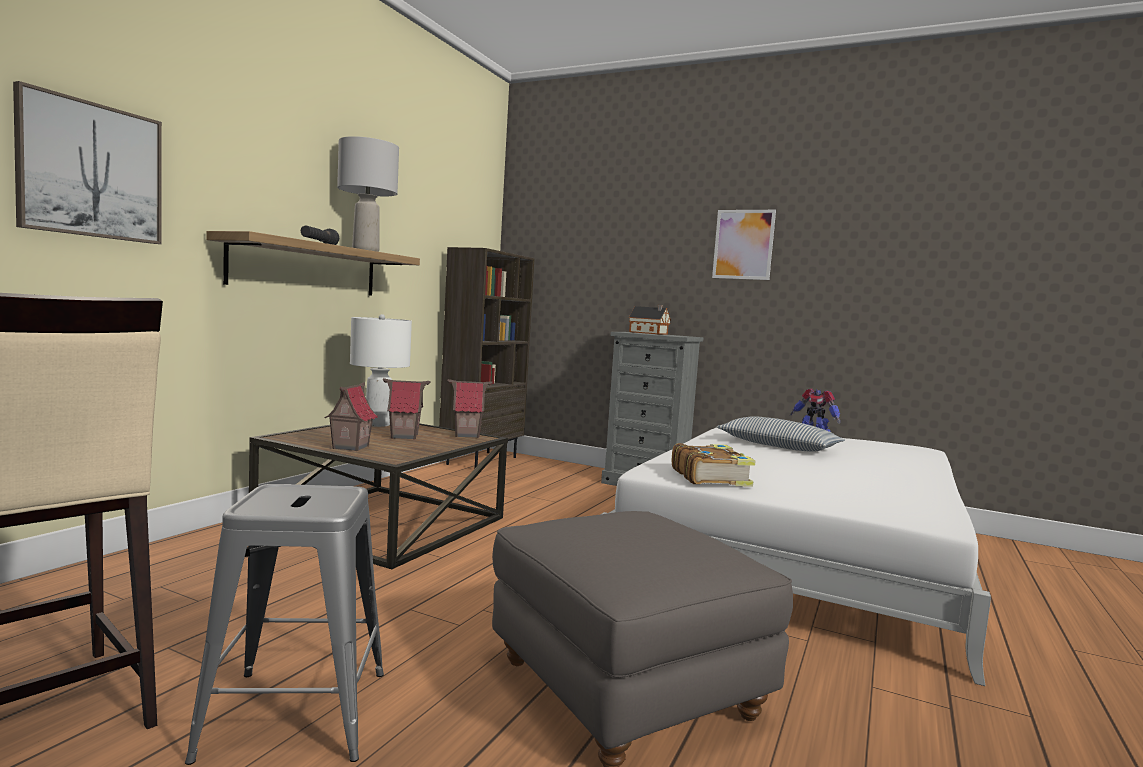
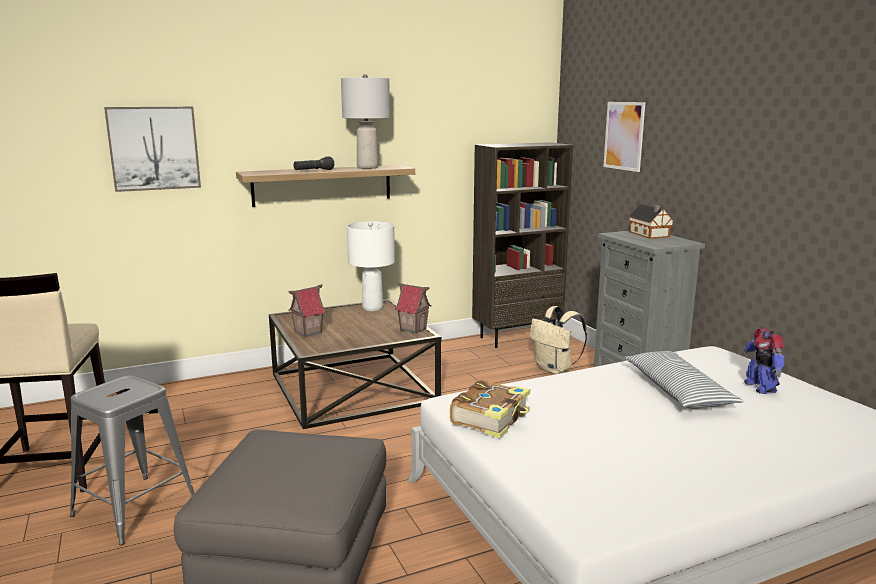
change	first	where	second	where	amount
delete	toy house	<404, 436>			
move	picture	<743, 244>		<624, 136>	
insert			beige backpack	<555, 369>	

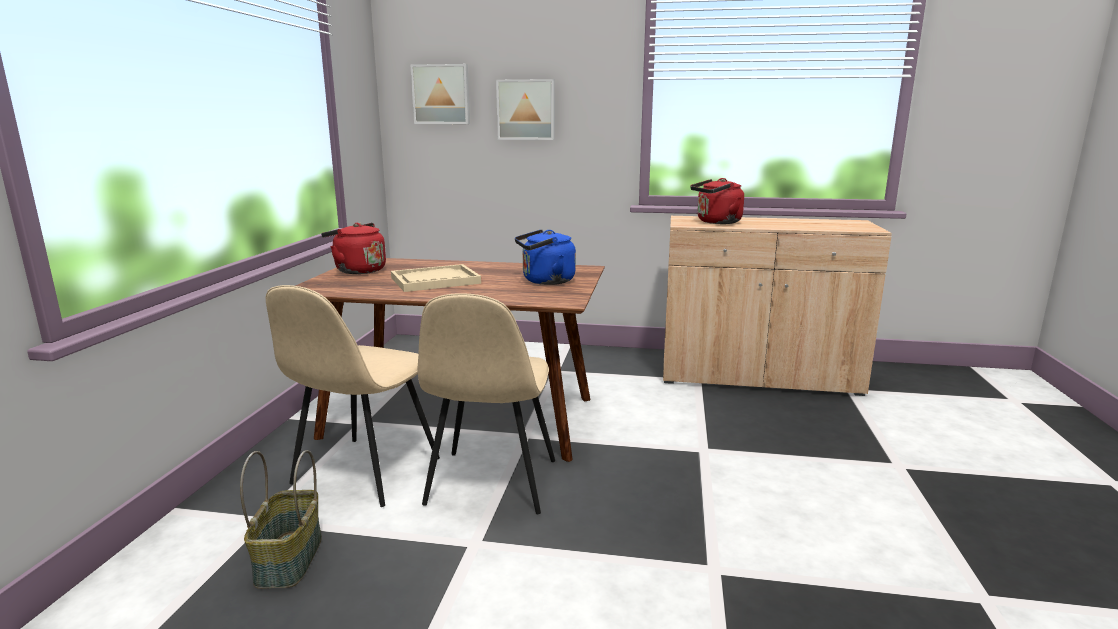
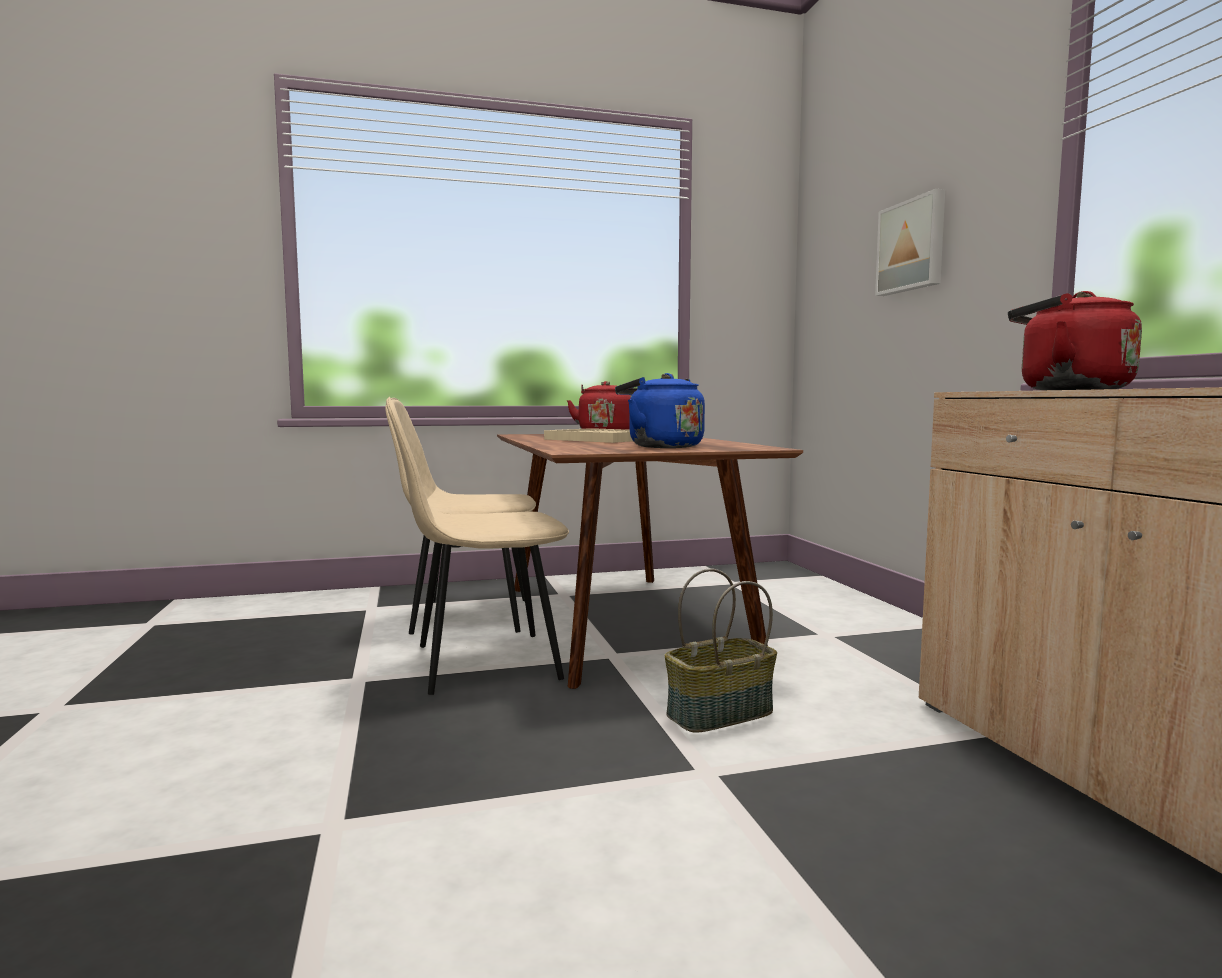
change	first	where	second	where	amount
move	basket	<290, 560>		<720, 714>	
delete	picture	<441, 94>			

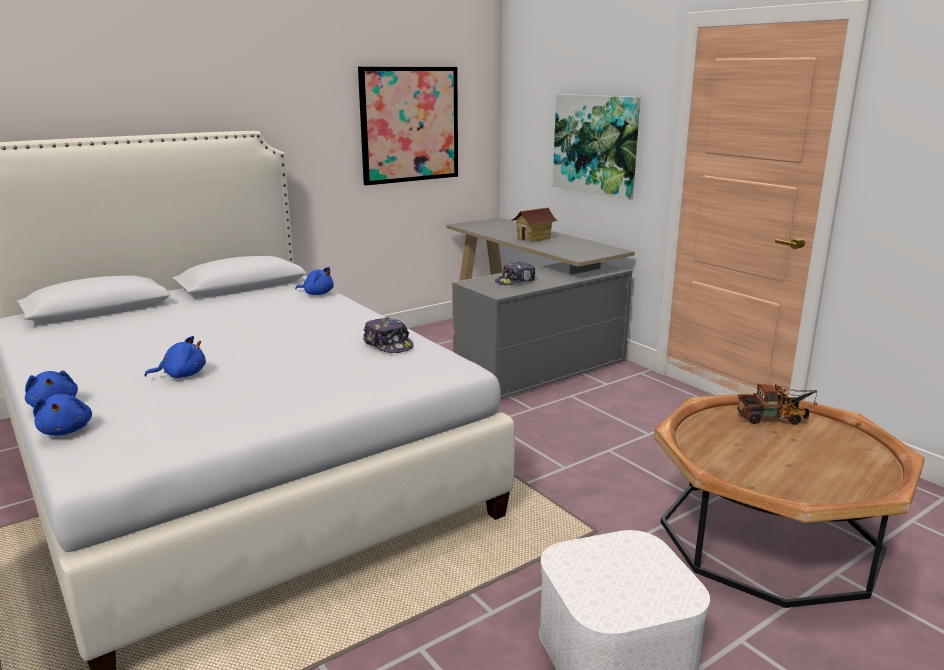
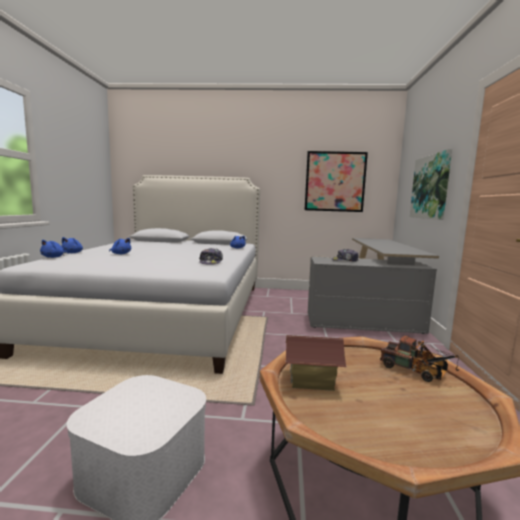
change	first	where	second	where	amount
move	toy house	<534, 238>		<312, 380>	

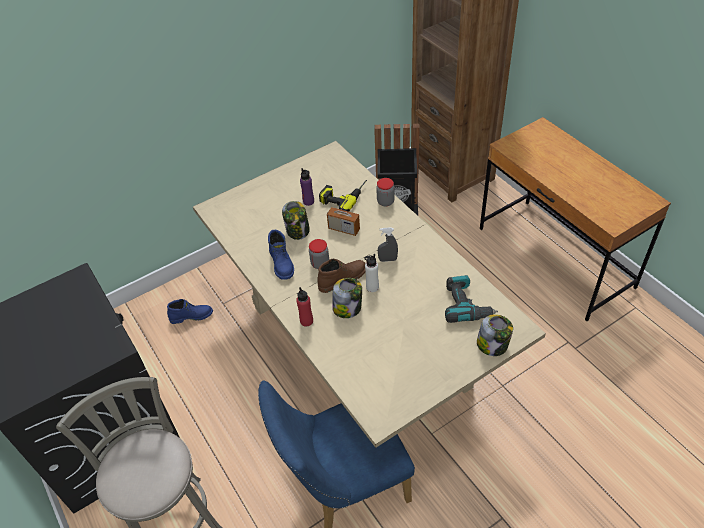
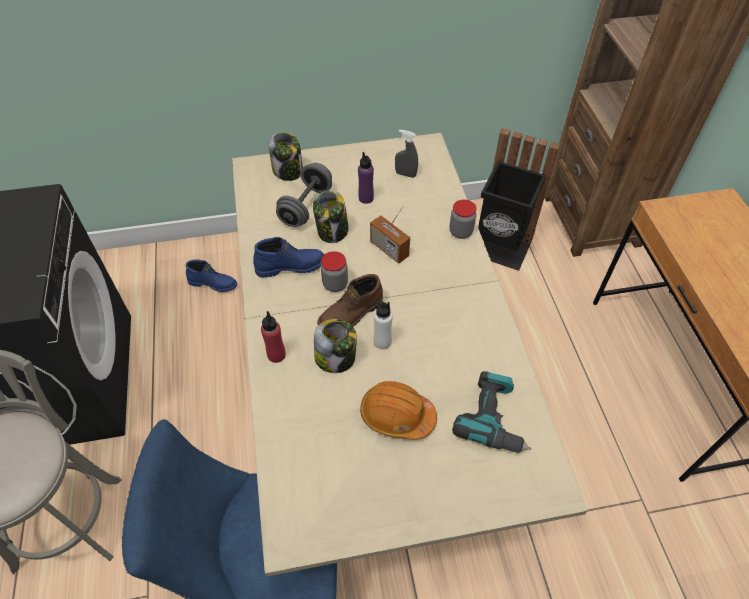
change	first	where	second	where	amount
rotate	blue boot	<282, 263>		<291, 266>	105 degrees counterclockwise
rotate	brown boot	<342, 278>		<351, 314>	150 degrees clockwise
delete	power drill	<343, 195>			
move	grey spray bottle	<387, 259>		<405, 174>	
move	jar	<493, 345>		<288, 171>	
insert			grey dumbbell	<306, 206>	
insert			orange hard hat	<397, 415>	

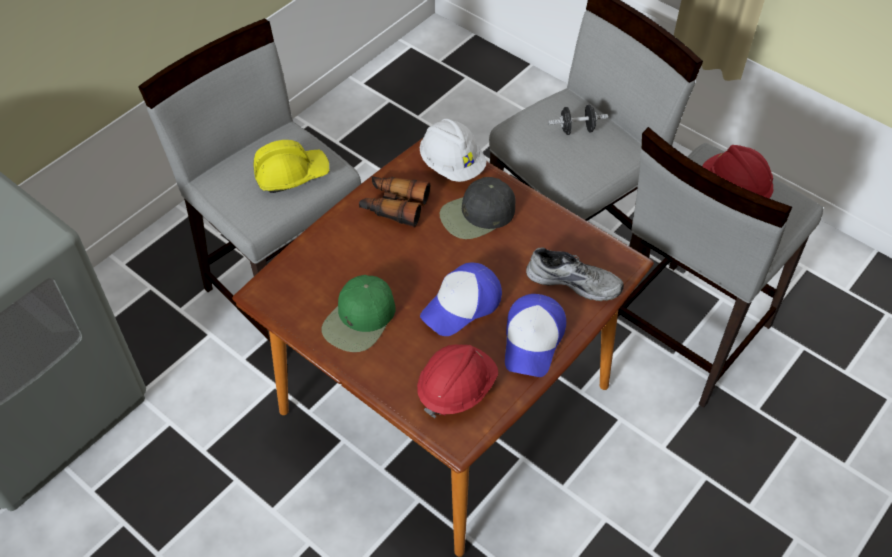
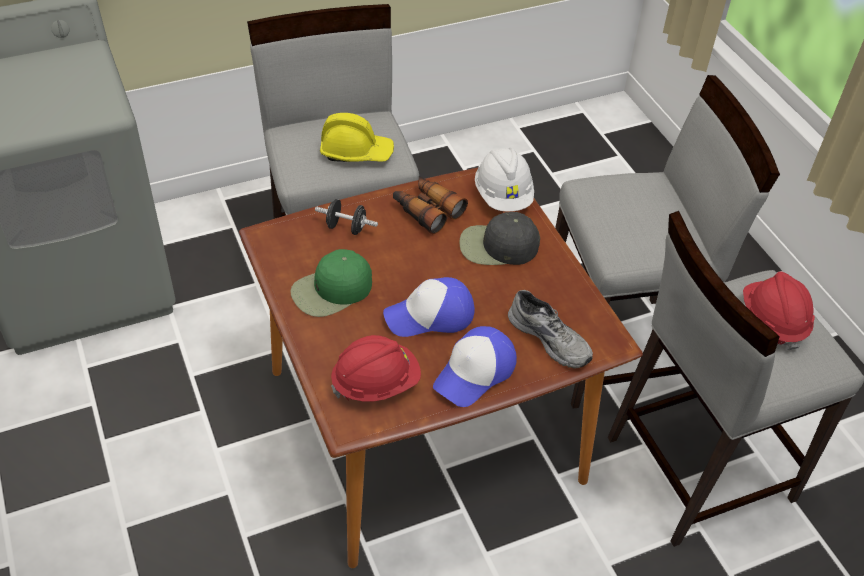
change	first	where	second	where	amount
move	black dumbbell	<576, 129>		<346, 228>	

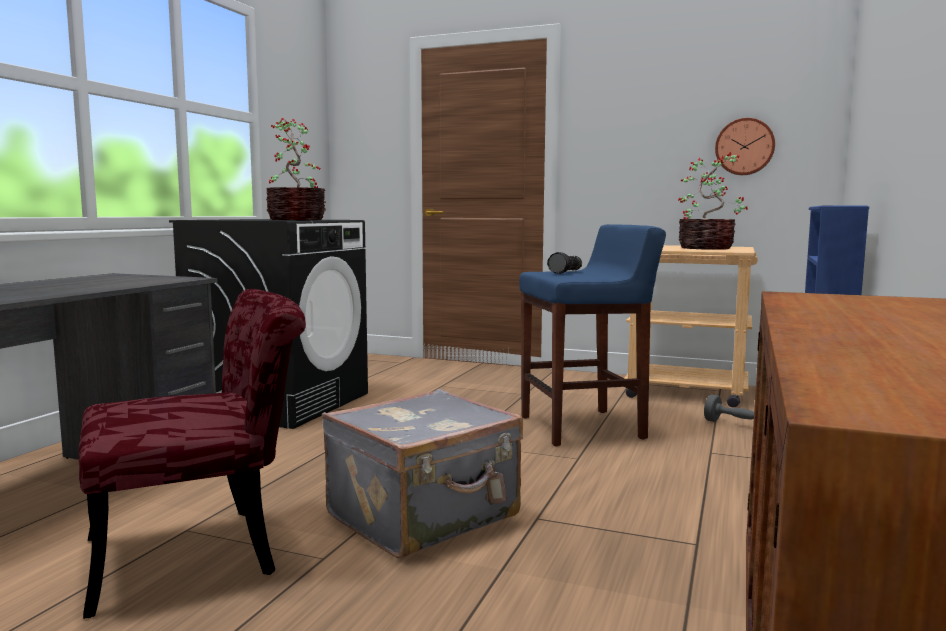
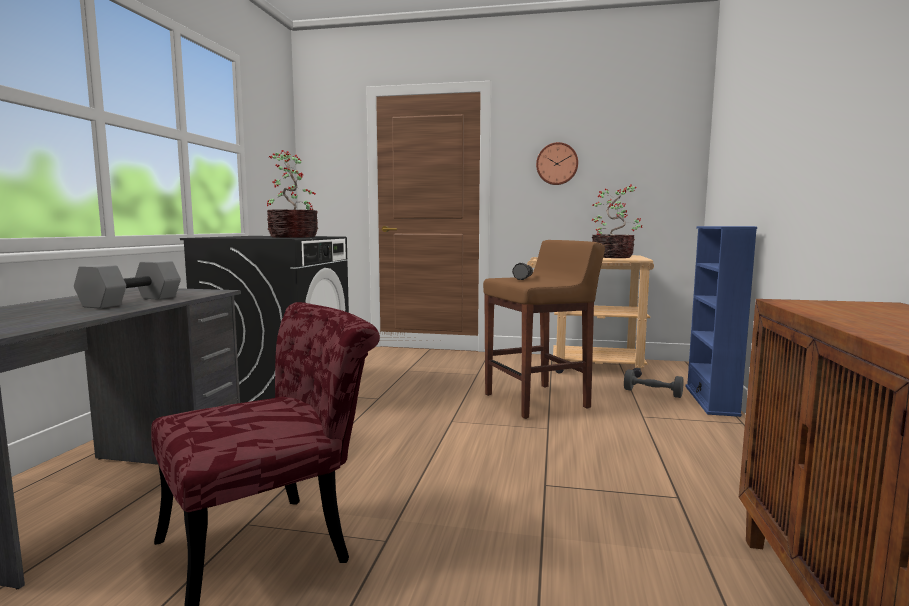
change	first	where	second	where	amount
delete	grey suitcase	<425, 517>			
recolor	blue stool	<584, 427>	brown stool	<538, 401>	
move	wall clock	<744, 147>		<557, 164>	
insert			grey dumbbell	<132, 302>	

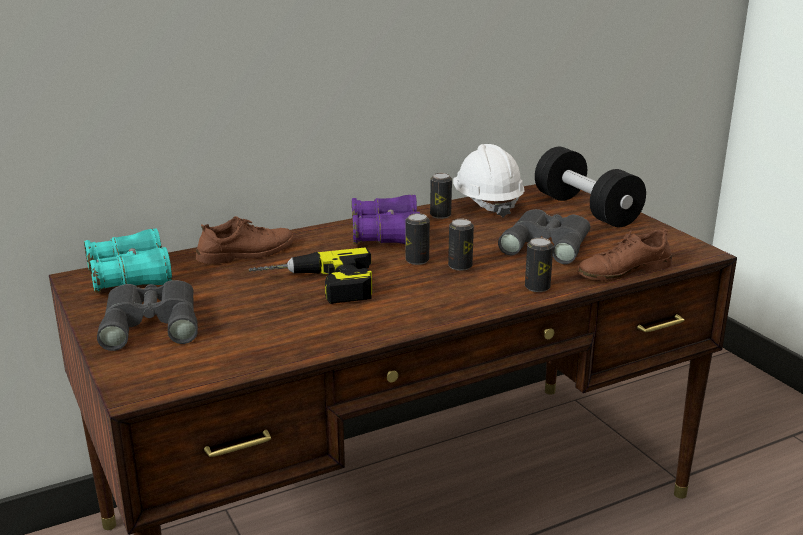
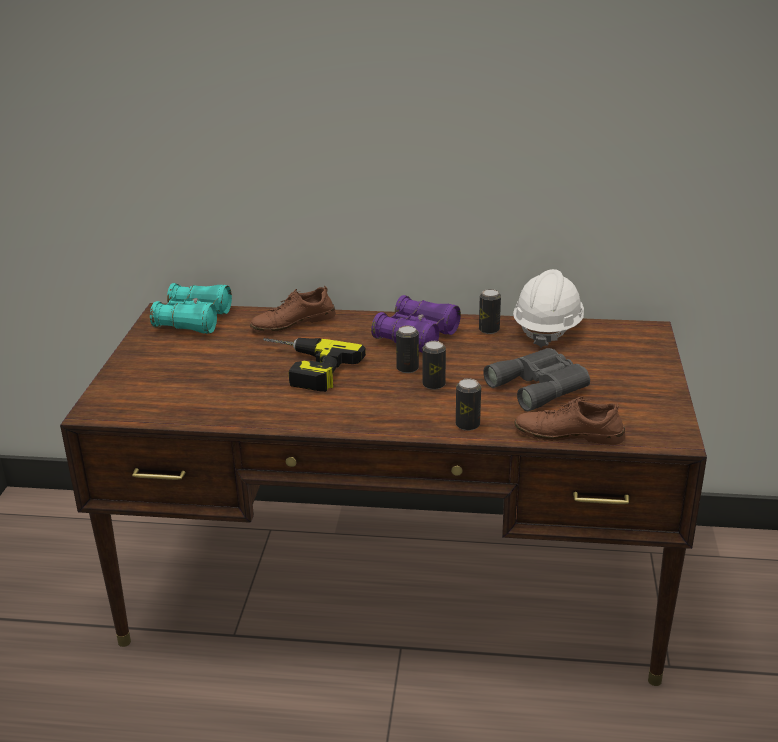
change	first	where	second	where	amount
delete	grey binoculars	<152, 322>			
rotate	brown shoe	<246, 253>		<293, 322>	150 degrees clockwise
delete	black dumbbell	<586, 210>			

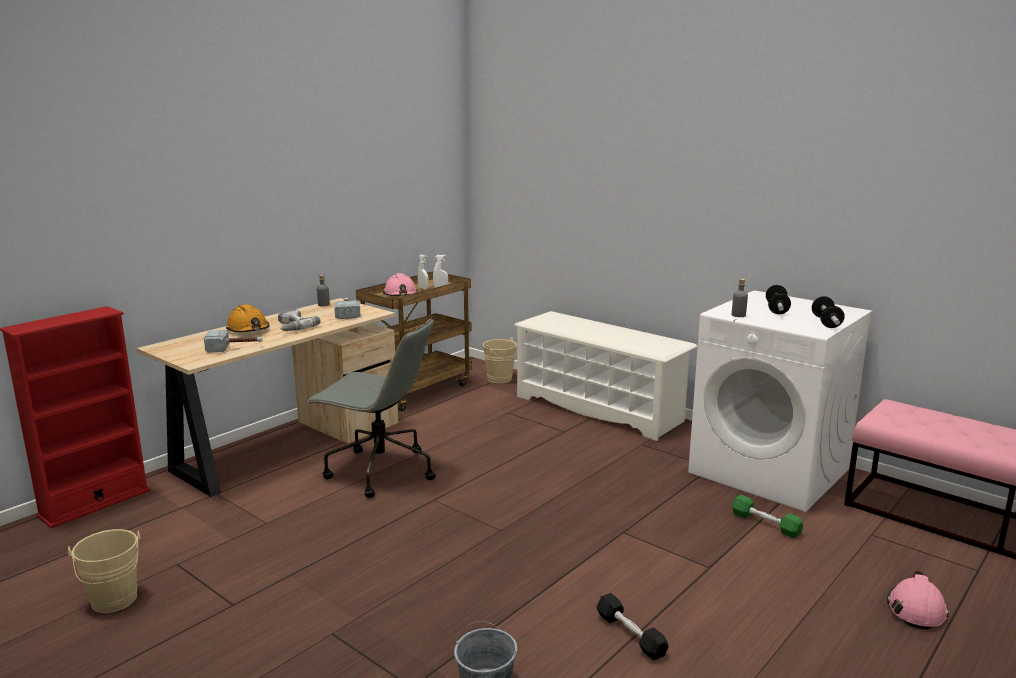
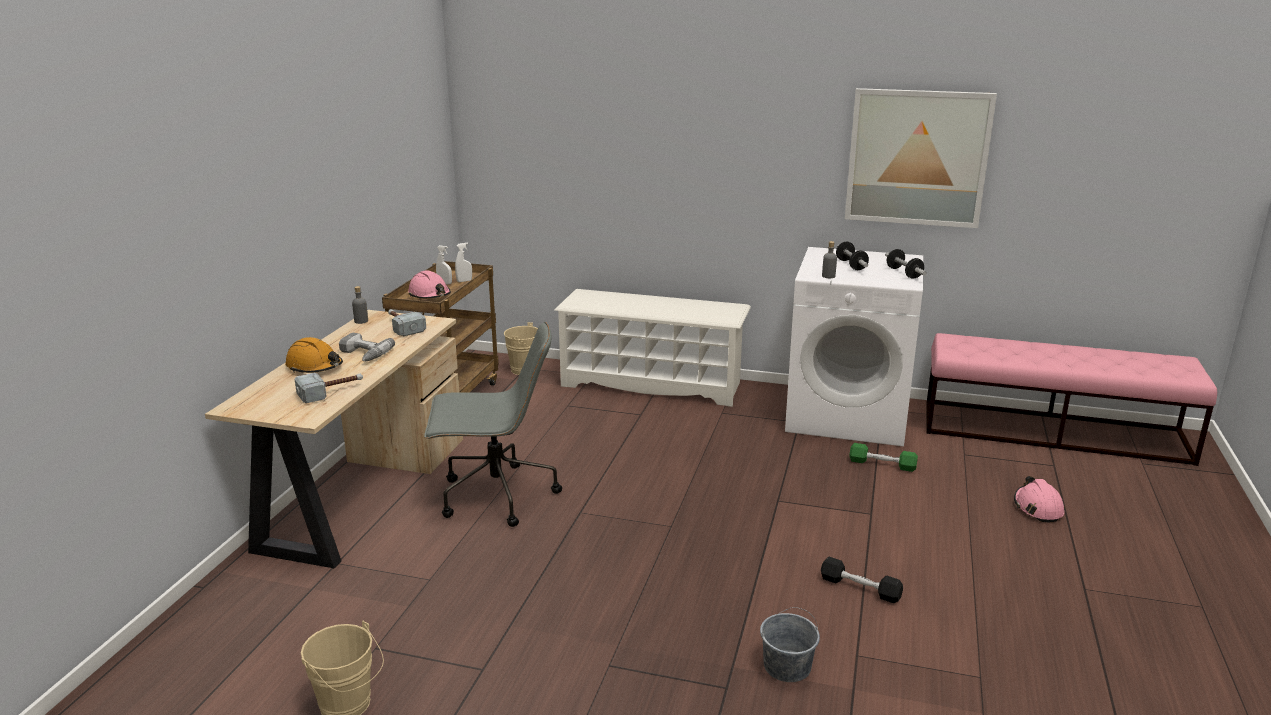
change	first	where	second	where	amount
delete	red bookcase	<95, 503>			
insert			picture	<917, 158>	

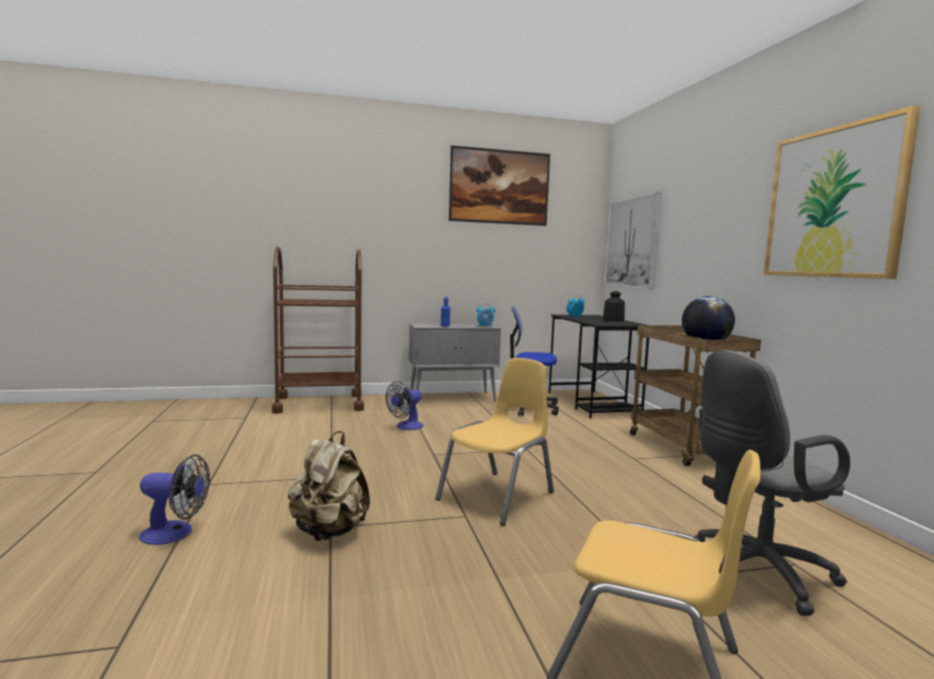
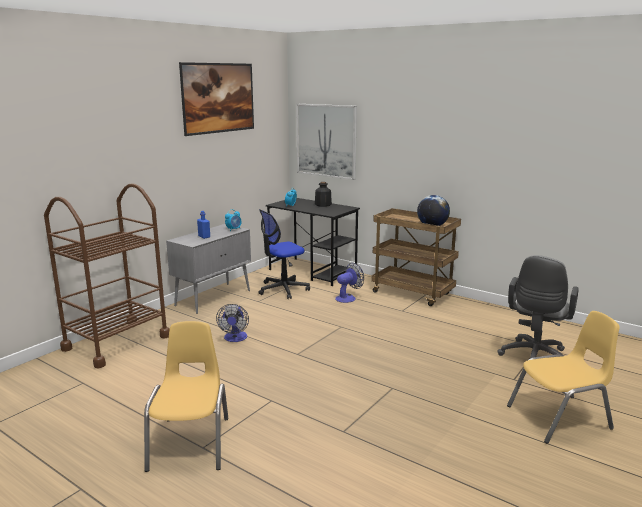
change	first	where	second	where	amount
move	fan	<175, 533>		<348, 298>	
delete	beige backpack	<329, 532>			
move	yellow chair	<498, 496>		<191, 443>	
delete	picture	<833, 203>			

